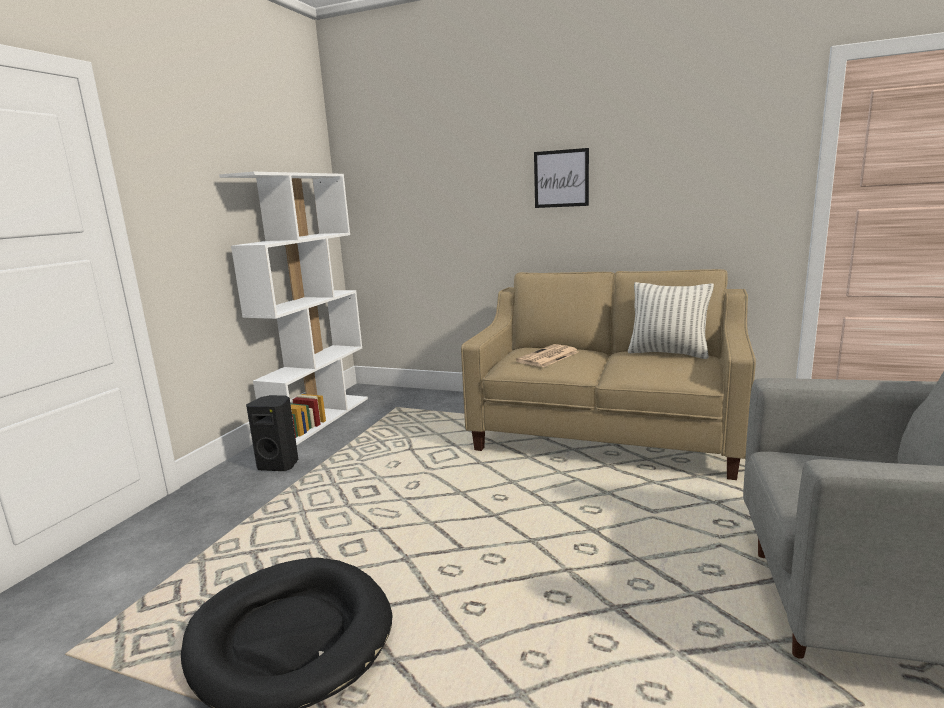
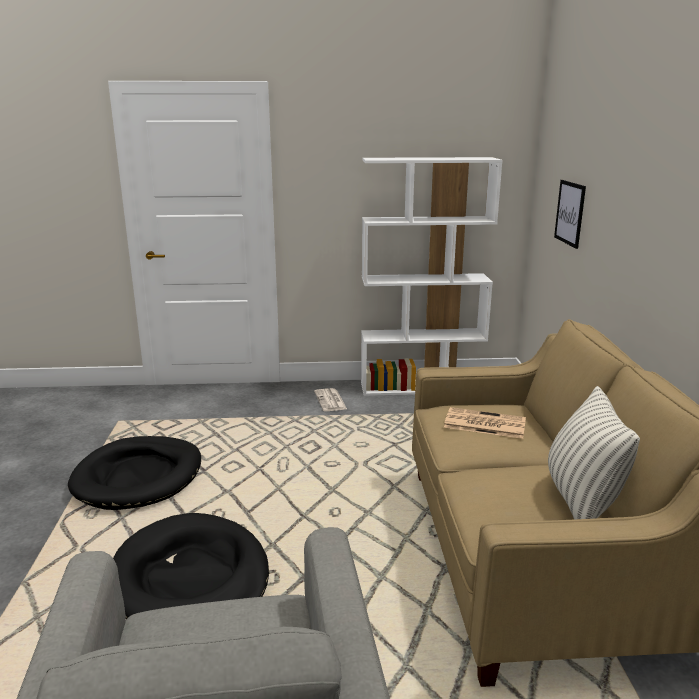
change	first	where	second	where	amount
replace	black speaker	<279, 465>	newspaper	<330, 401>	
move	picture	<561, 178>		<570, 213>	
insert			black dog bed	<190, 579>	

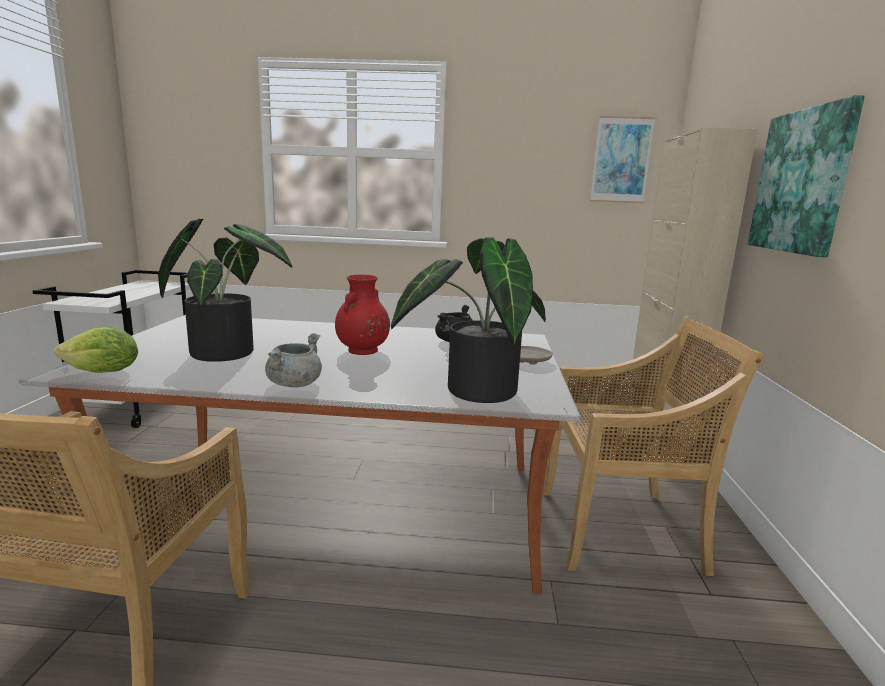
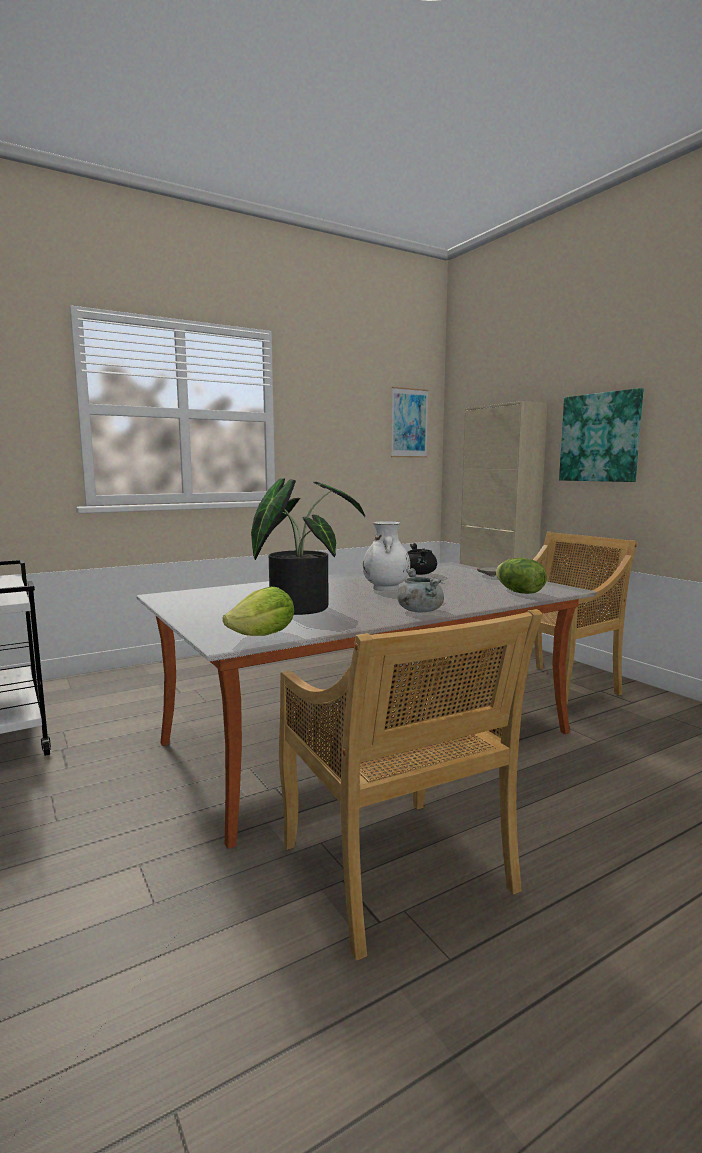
change	first	where	second	where	amount
recolor	red vase	<362, 351>	white vase	<386, 588>	
replace	potted plant	<473, 390>	lettuce	<518, 592>	

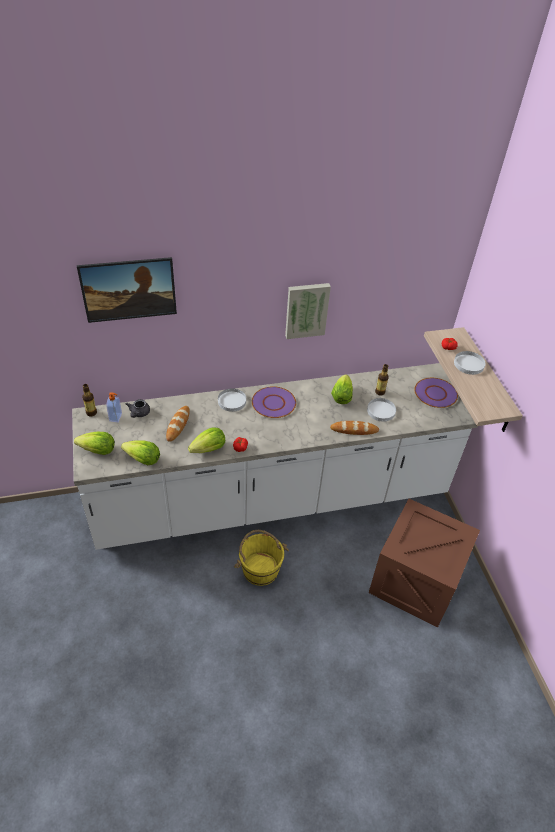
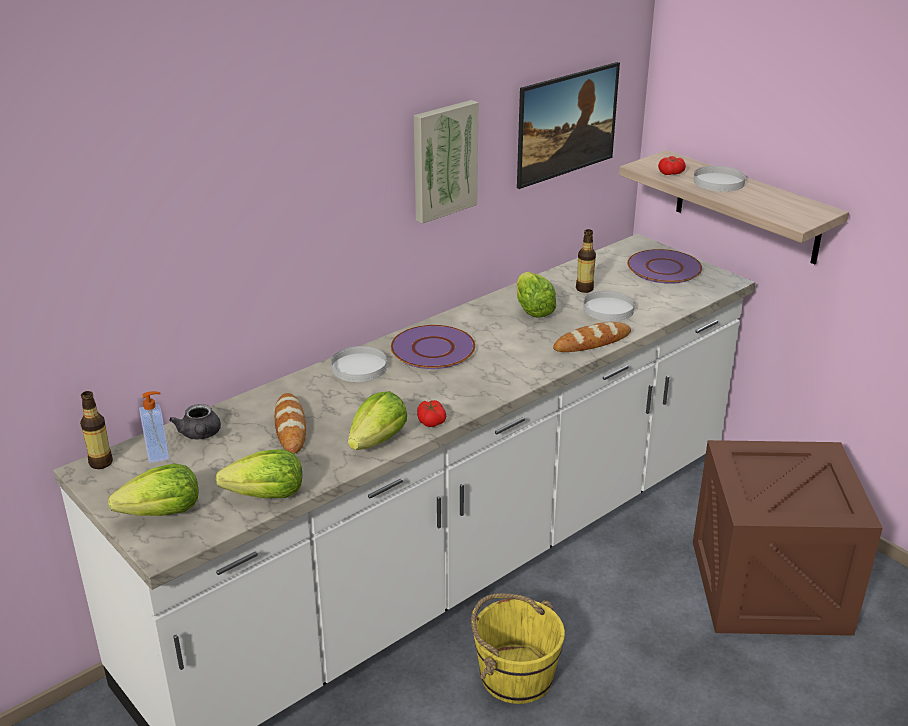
change	first	where	second	where	amount
move	picture	<130, 303>		<566, 148>	

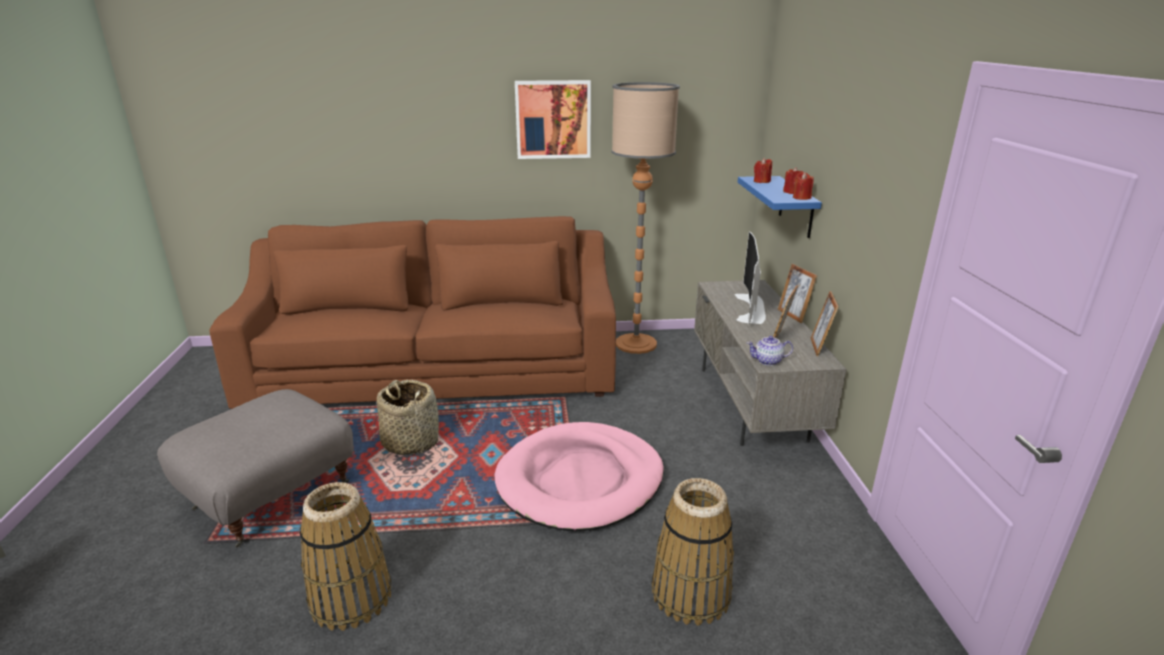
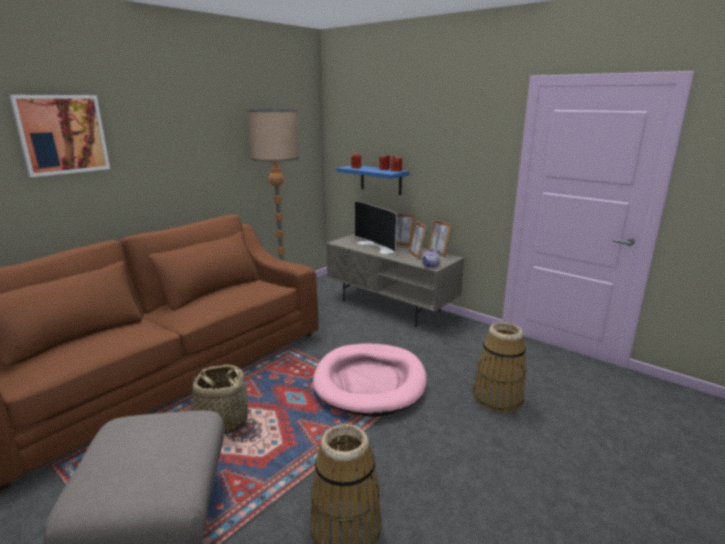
change	first	where	second	where	amount
move	picture	<553, 119>		<62, 134>	

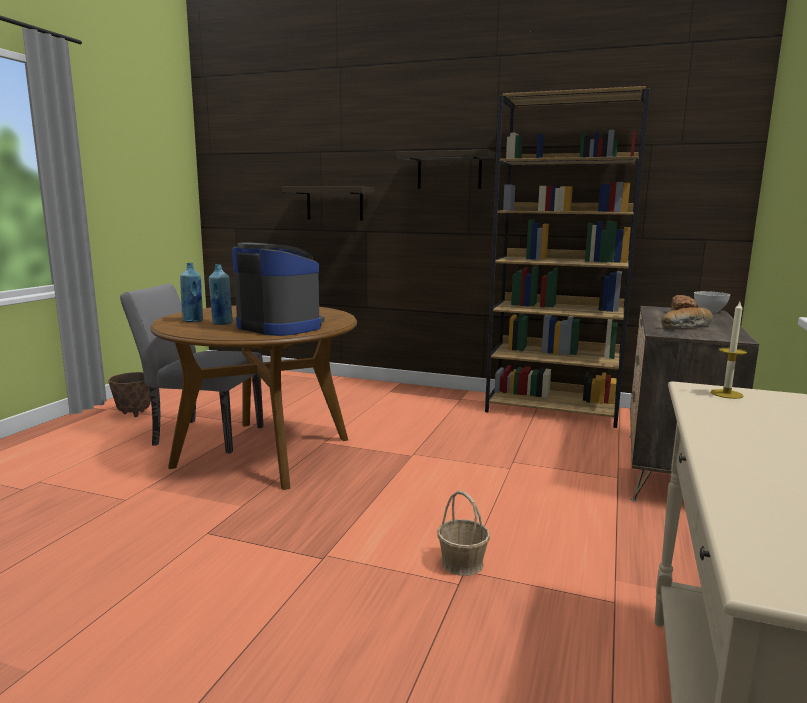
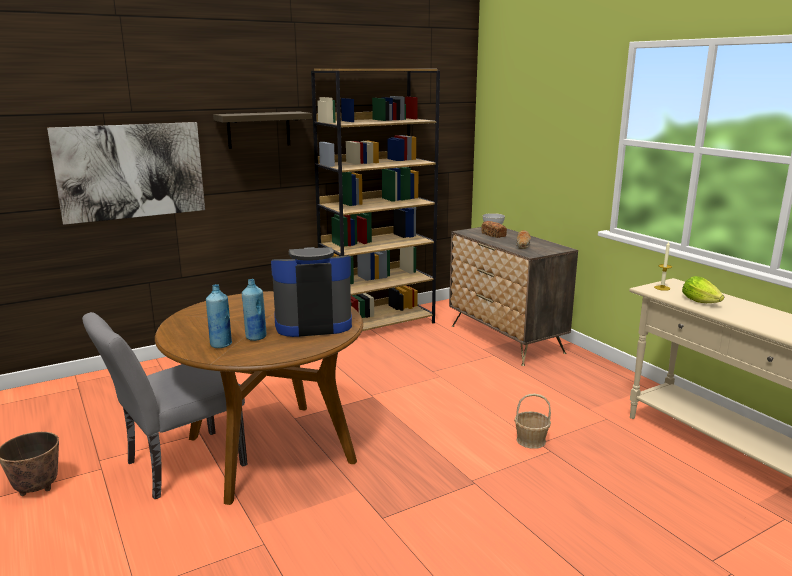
change	first	where	second	where	amount
replace	shelf	<334, 203>	picture	<131, 171>	
insert			lettuce	<702, 302>	

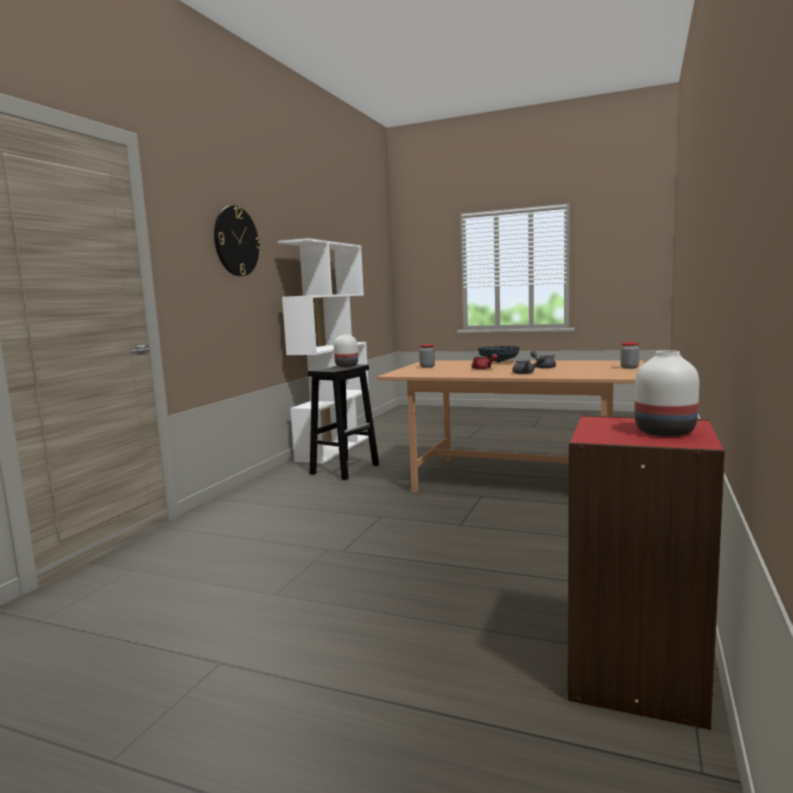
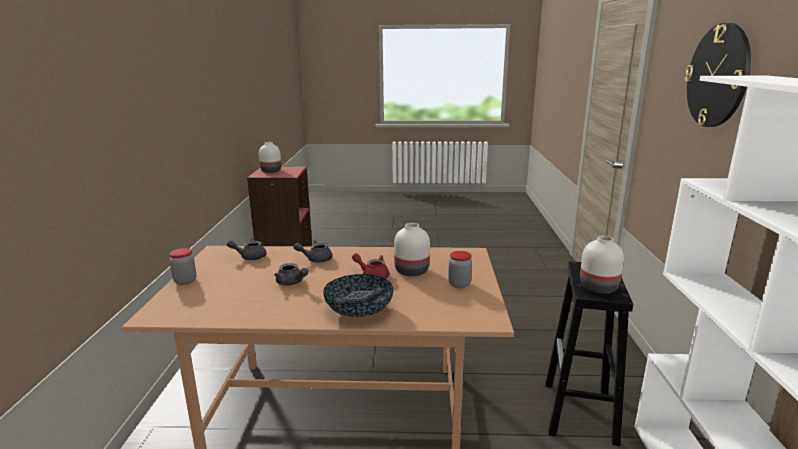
change	first	where	second	where	amount
insert			grey teapot	<250, 257>	
insert			white vase	<411, 271>	

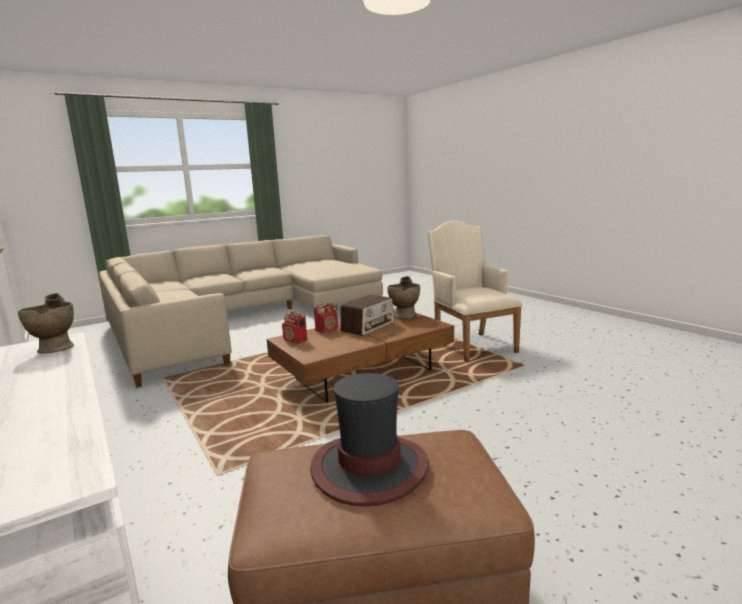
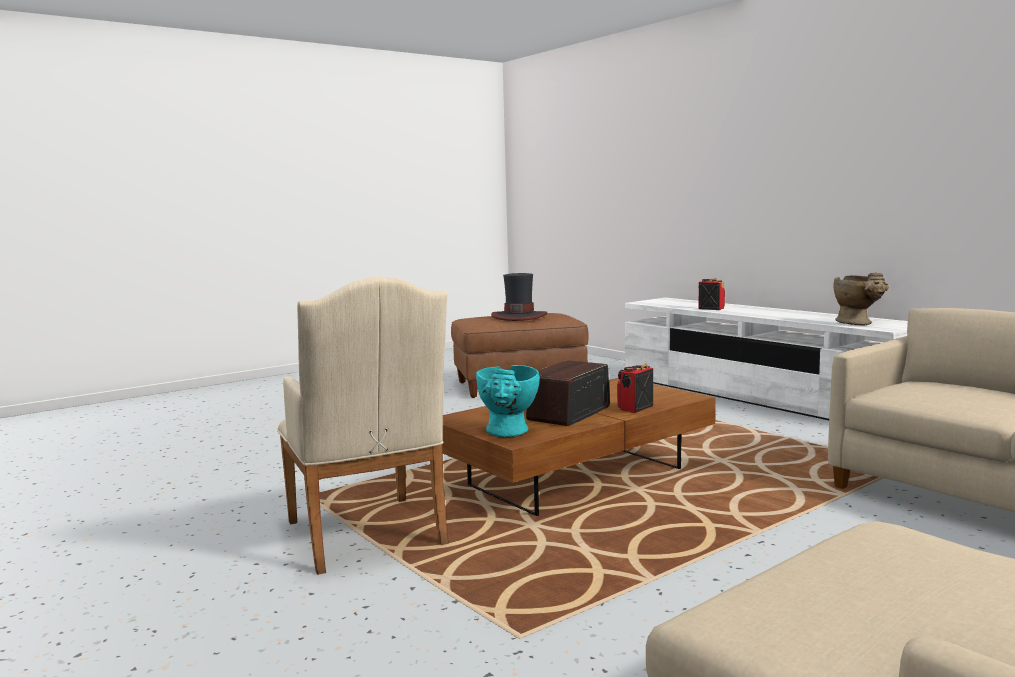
change	first	where	second	where	amount
move	radio	<295, 340>		<711, 309>	
recolor	beige vase	<404, 315>	turquoise vase	<508, 433>	

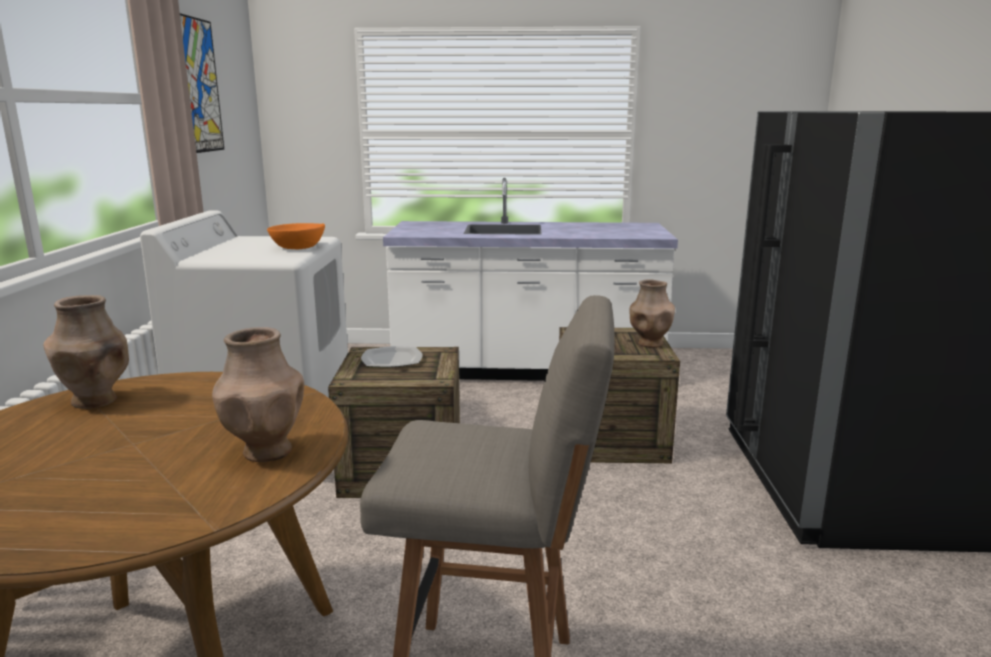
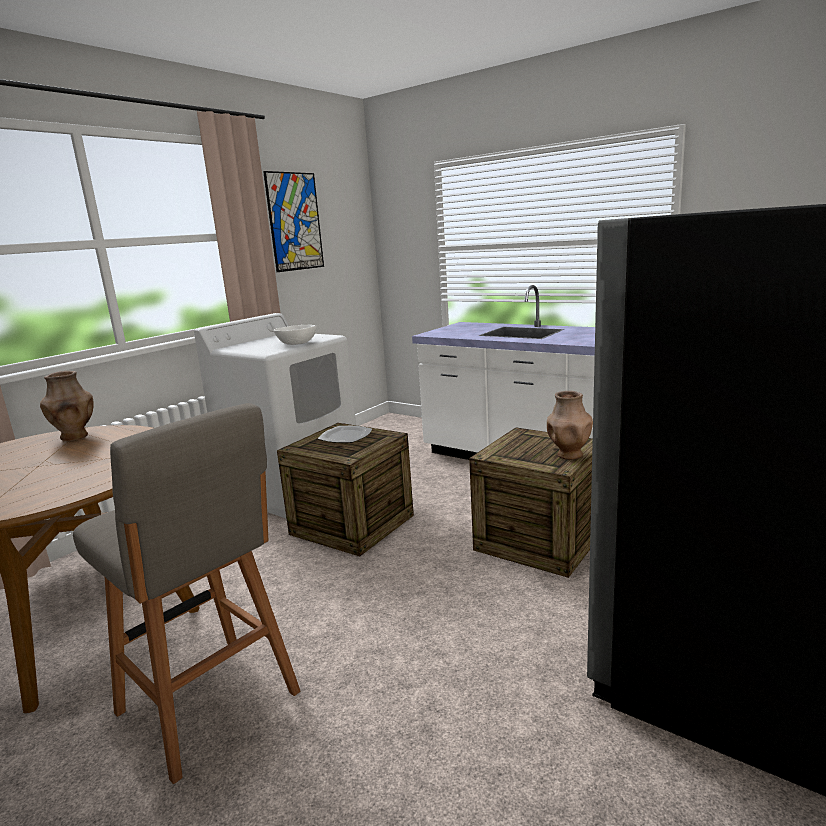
change	first	where	second	where	amount
delete	brown vase	<266, 451>			
recolor	orange bowl	<297, 248>	white bowl	<296, 343>	

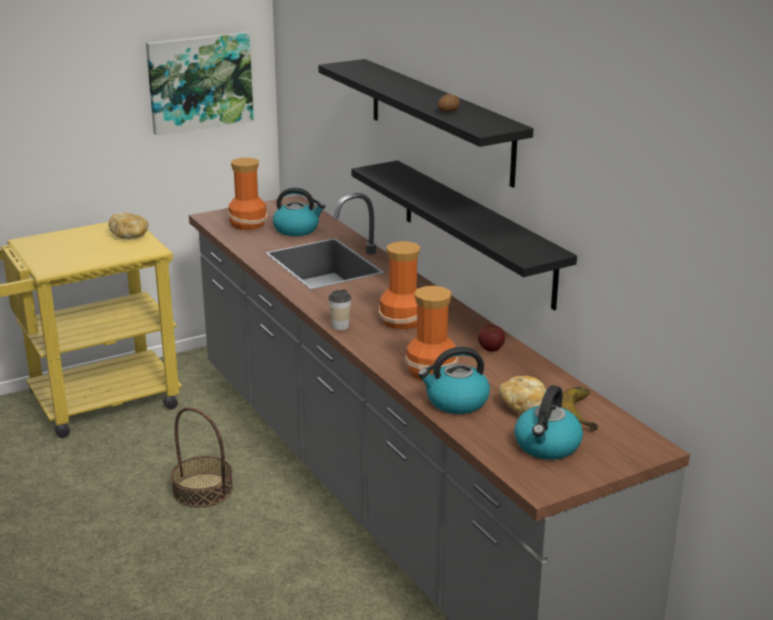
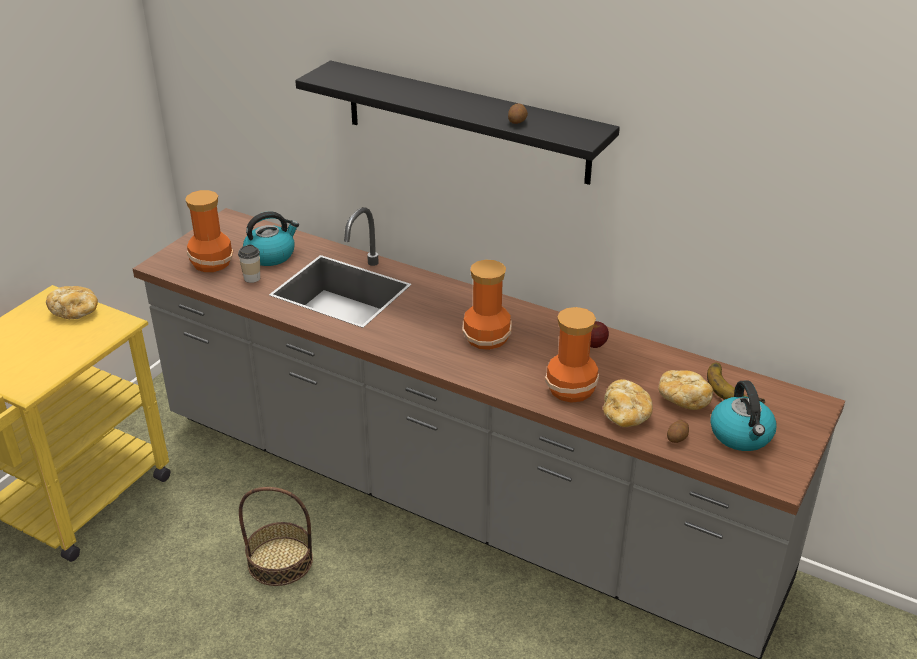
change	first	where	second	where	amount
delete	picture	<199, 82>			
move	cup	<340, 326>		<252, 278>	
delete	black shelf	<476, 232>			
replace	kettle	<456, 402>	bread	<625, 416>	
insert			potato	<677, 438>	

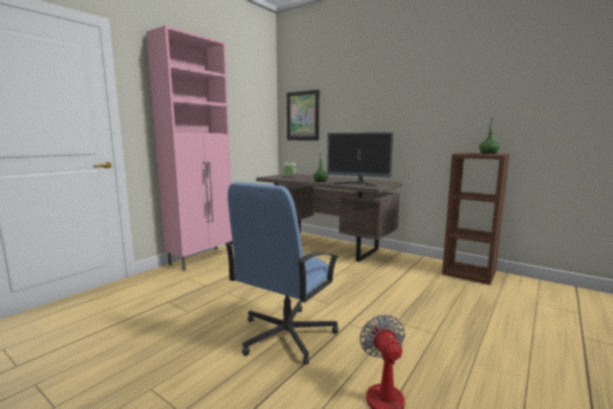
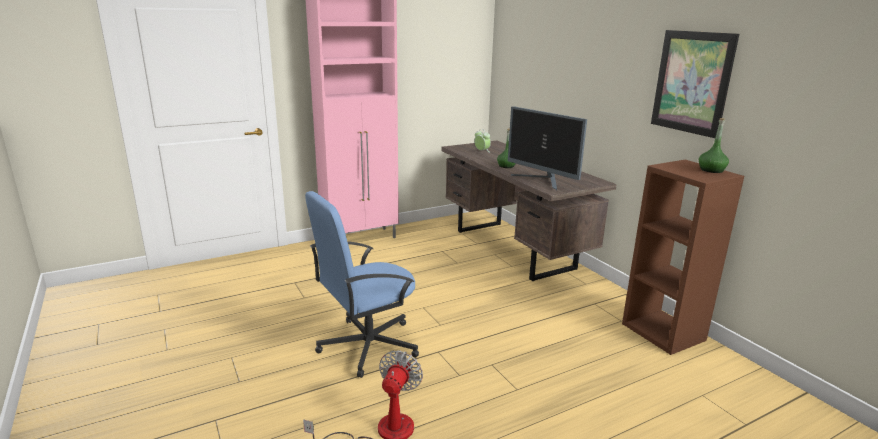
change	first	where	second	where	amount
move	picture	<302, 116>		<692, 82>	

